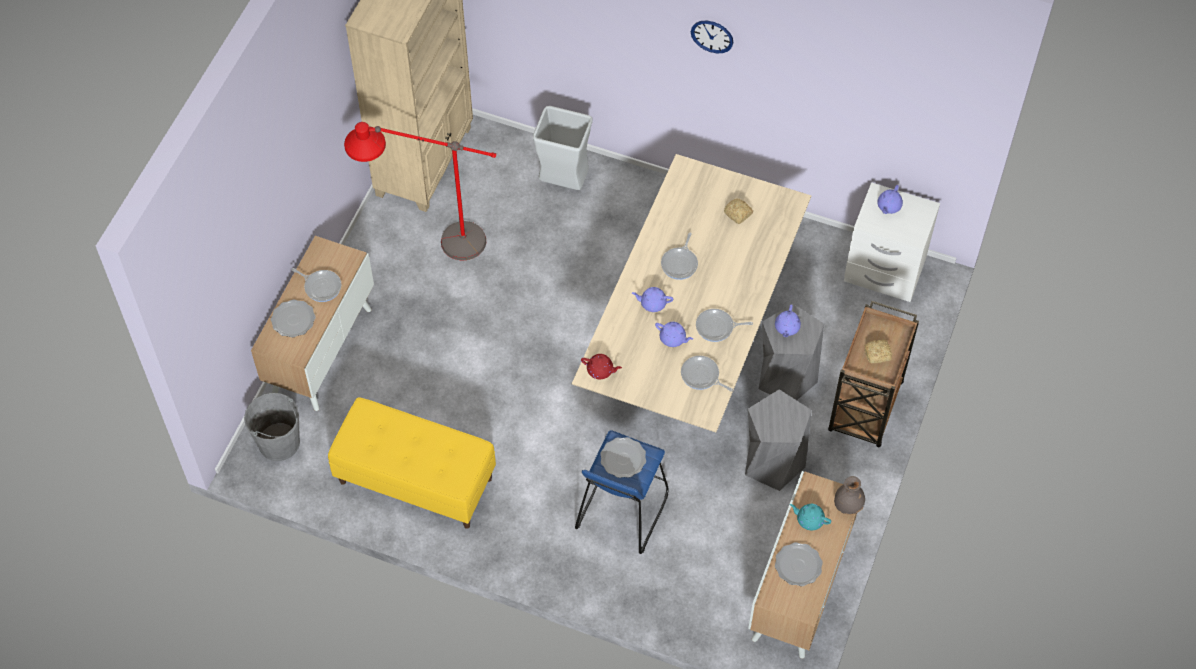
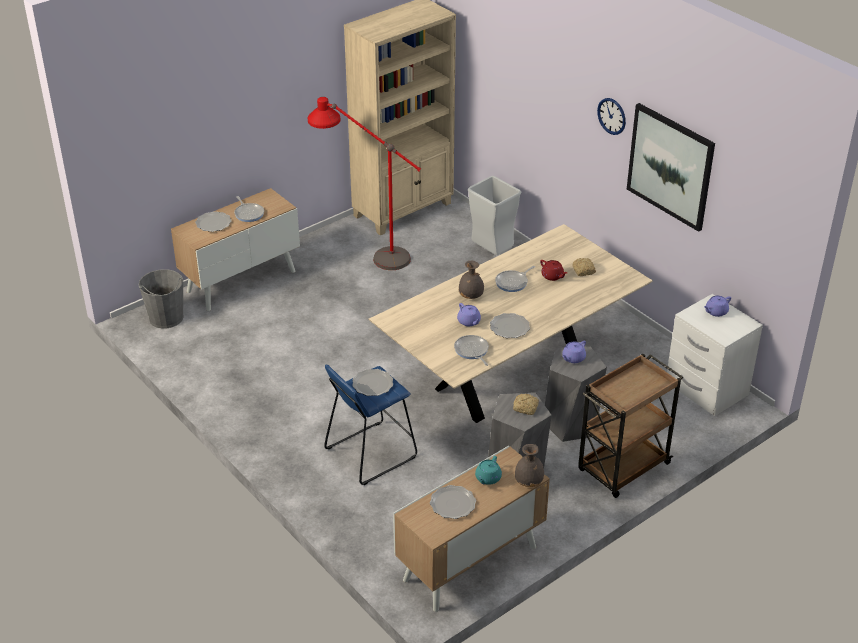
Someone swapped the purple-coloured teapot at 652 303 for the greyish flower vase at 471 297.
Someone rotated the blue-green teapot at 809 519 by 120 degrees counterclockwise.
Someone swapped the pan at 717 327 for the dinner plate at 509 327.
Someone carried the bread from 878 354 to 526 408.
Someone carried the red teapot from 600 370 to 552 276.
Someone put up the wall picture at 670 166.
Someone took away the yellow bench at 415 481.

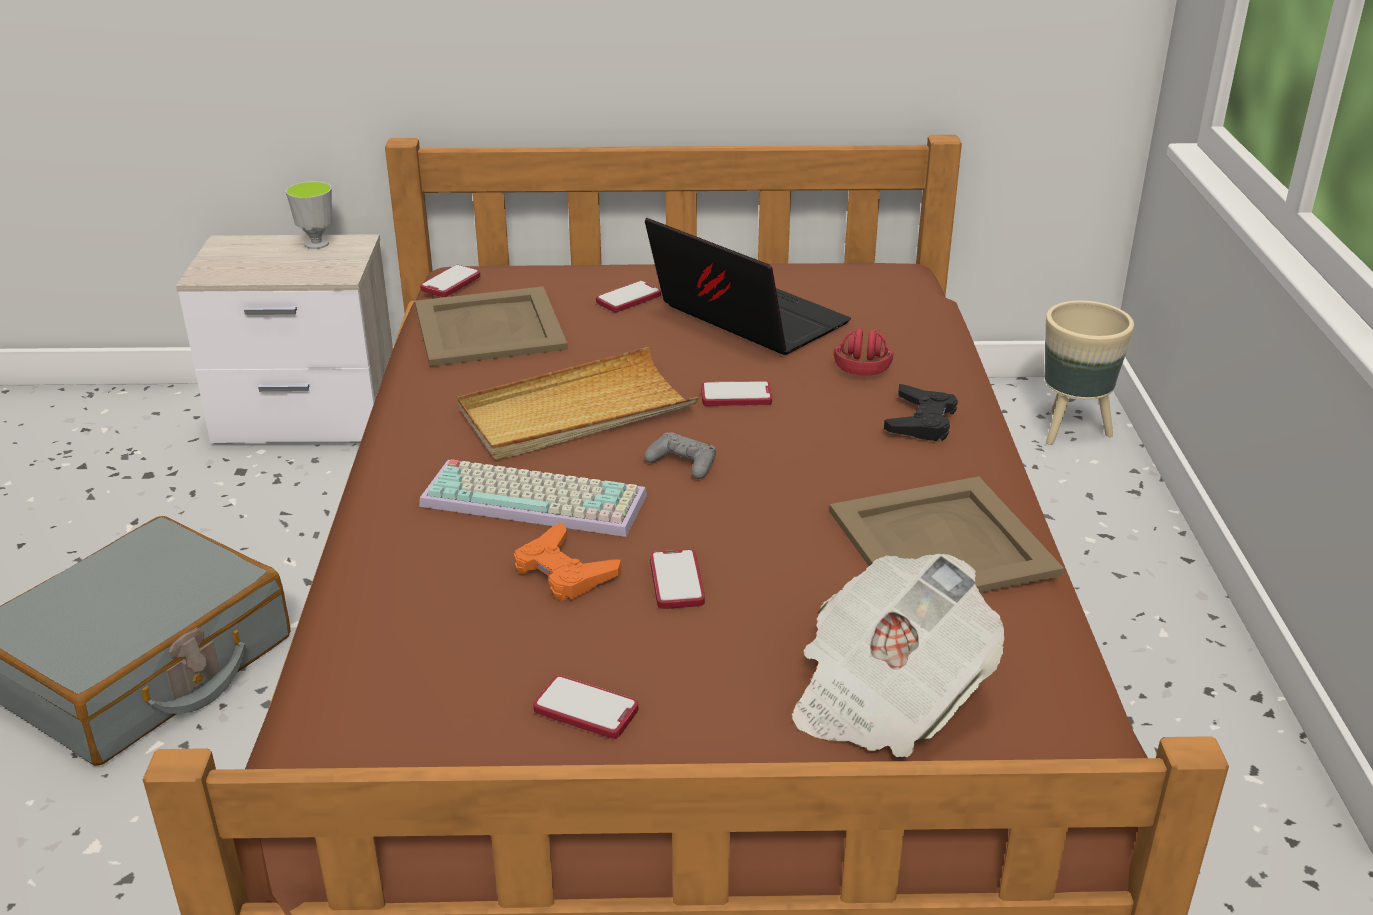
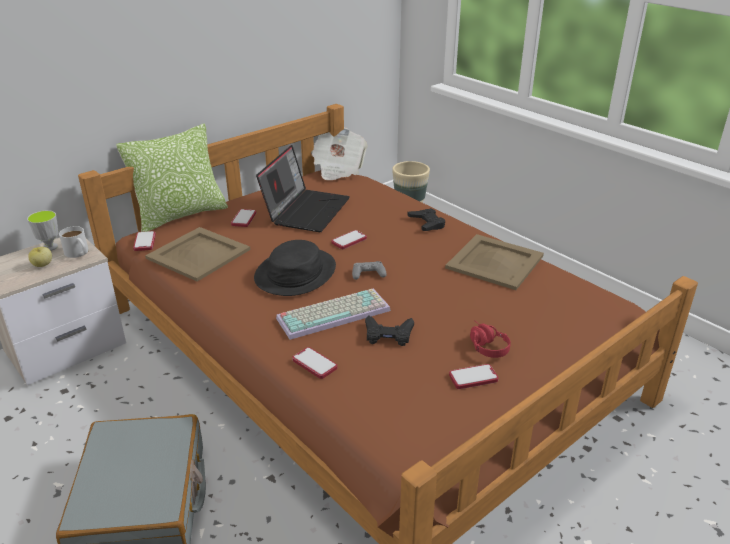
Someone put down the apple fruit at 42 265.
Someone put down the white mug at 78 253.
Someone put down the throw pillow at 181 215.
Someone swapped the beige-coloured carrying tray at 576 412 for the black-coloured hat at 295 273.
Someone rotated the laptop at 744 320 by 105 degrees clockwise.
Someone carried the handset from 676 581 to 314 364.
Someone carried the daily paper from 886 696 to 338 168.
Someone repainted the orange-coloured gamepad at 564 572, which became the black-coloured gamepad at 388 335.
Someone carried the red headphones from 863 361 to 484 345.

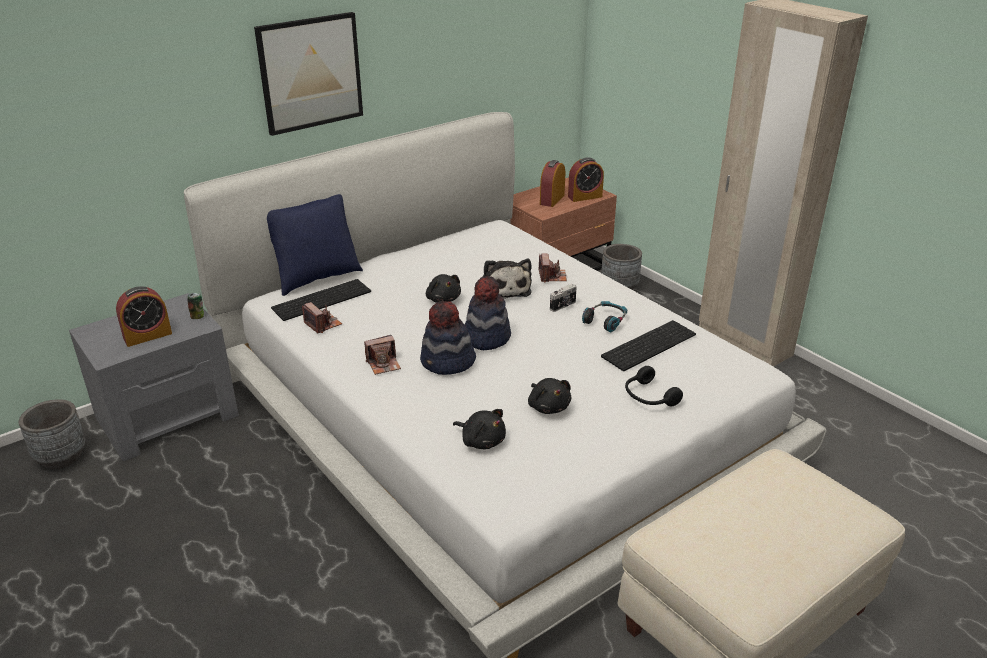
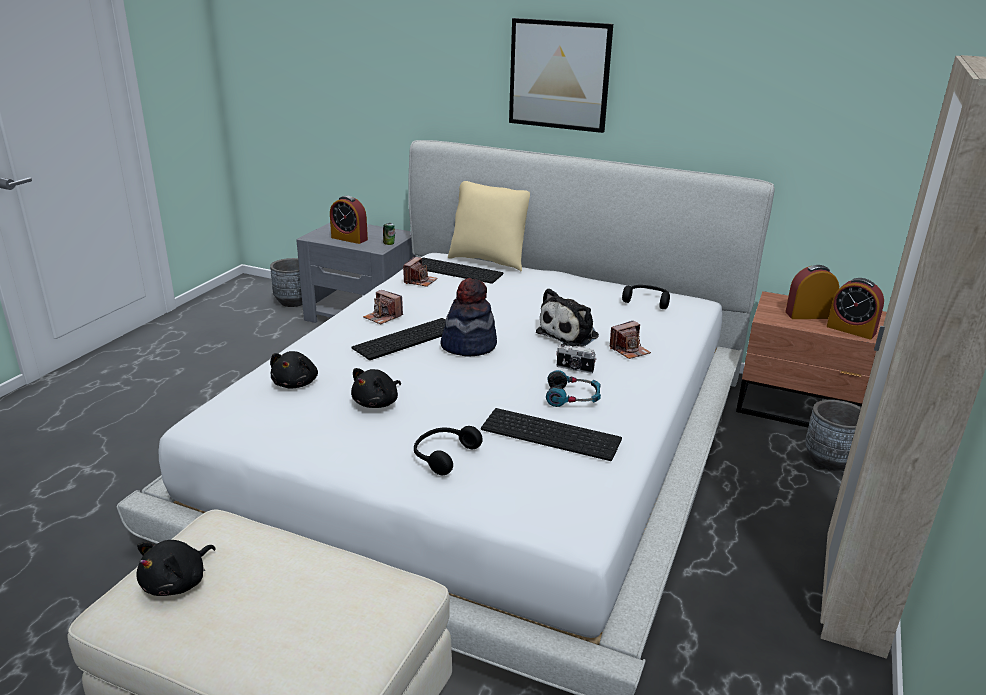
Someone carried the black-coloured plush toy from 443 299 to 178 582.
Someone swapped the hat at 447 363 for the keyboard at 407 340.
Someone repainted the bluish throw pillow at 316 278, which became the beige-coloured throw pillow at 489 261.
Someone put down the black-coloured headphones at 647 301.

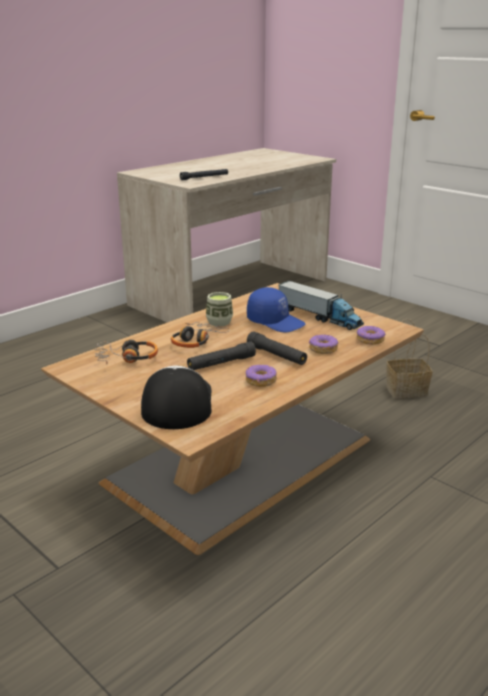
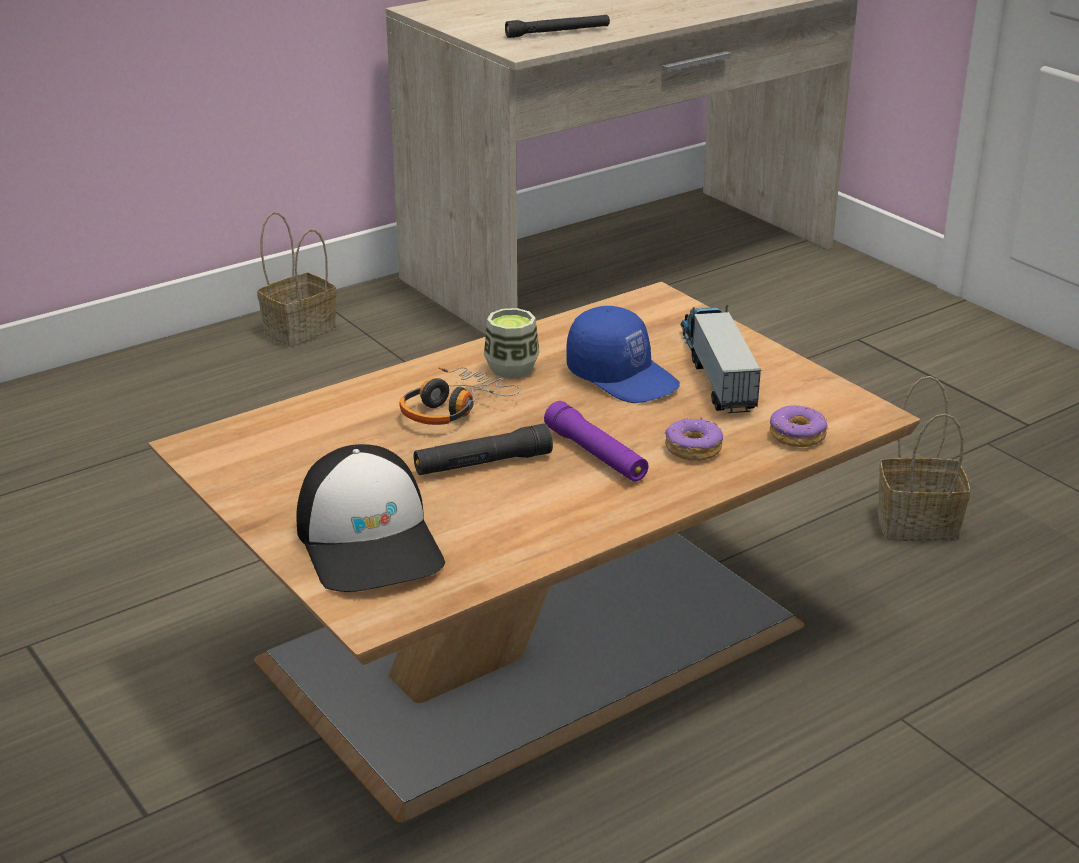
Someone put down the household basket at 299 332.
Someone rotated the peaked cap at 176 403 by 150 degrees clockwise.
Someone repainted the black-coloured torch at 276 355, which became the purple-coloured torch at 596 454.
Someone rotated the toy lorry at 319 317 by 150 degrees counterclockwise.
Someone took away the headphones at 126 358.
Someone took away the ring doughnut at 260 381.

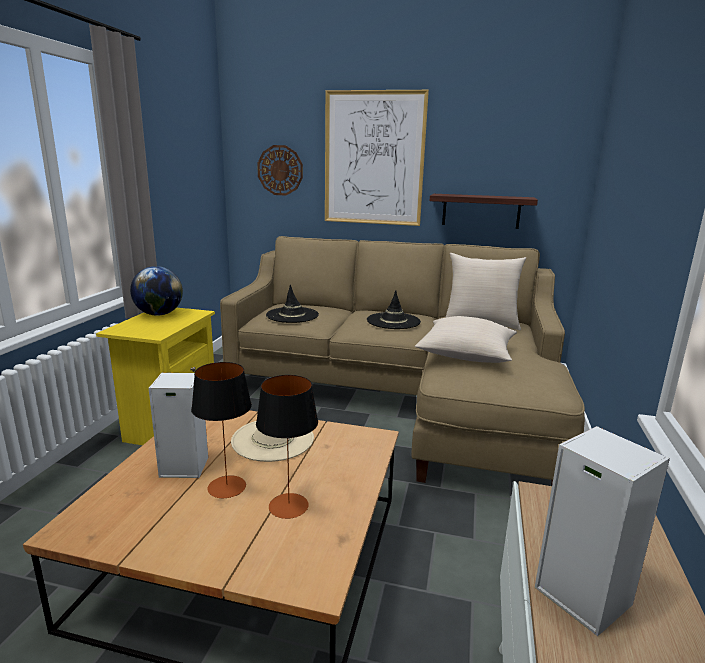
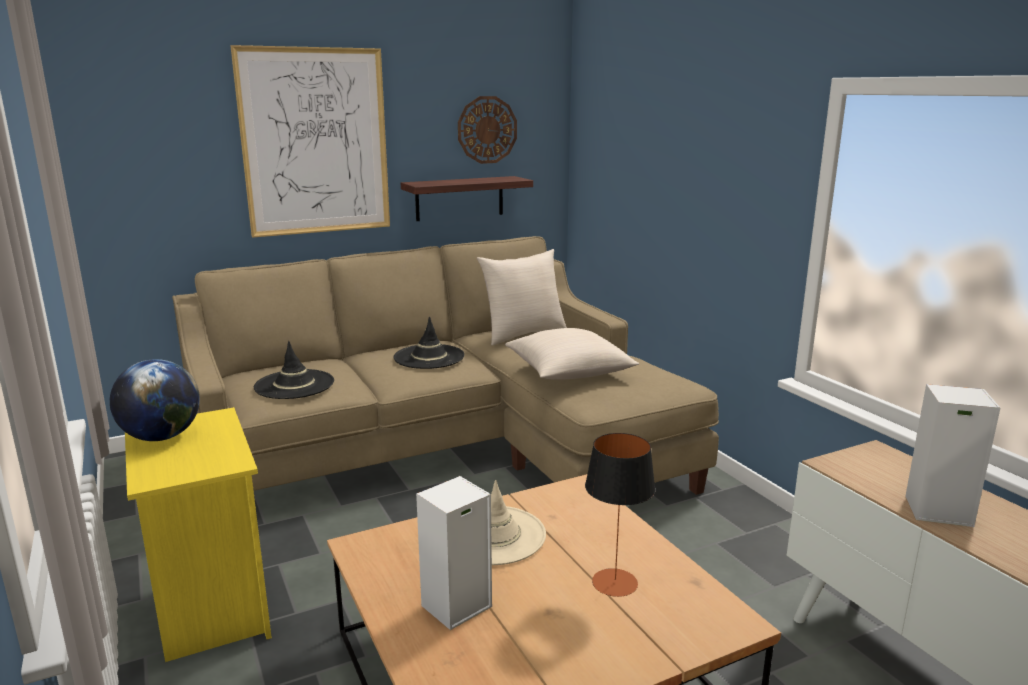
Someone carried the wall clock from 280 170 to 487 130.
Someone took away the tabletop lamp at 227 487.

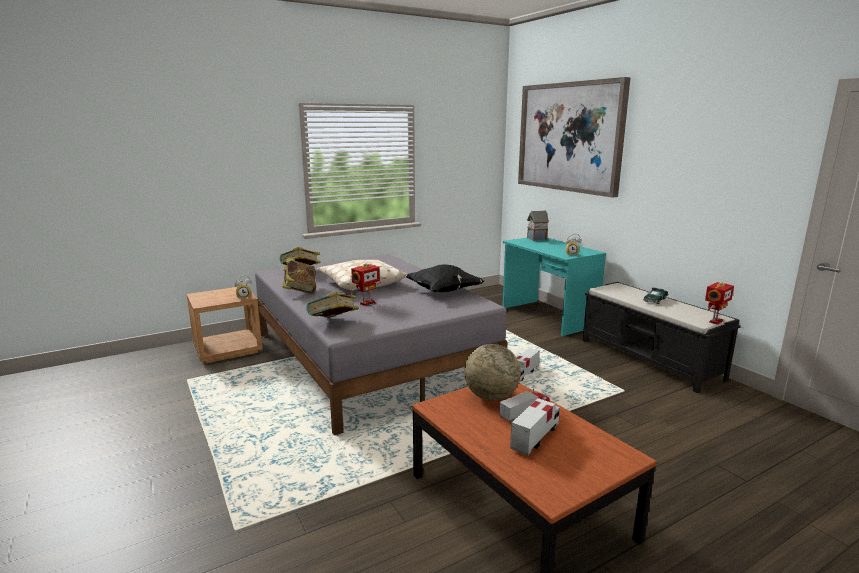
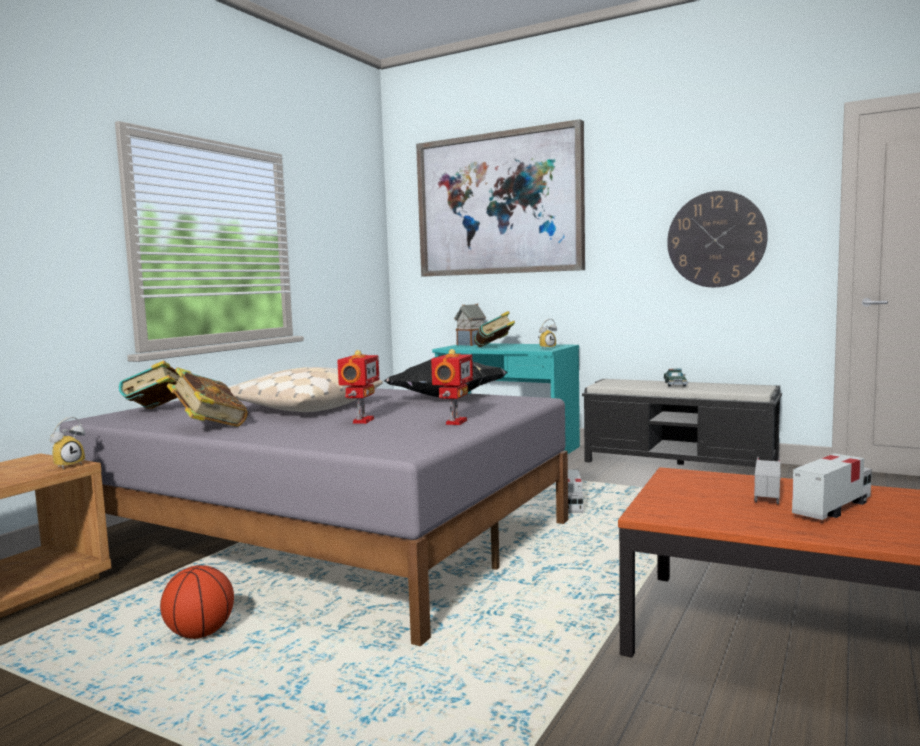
Someone put down the basketball ball at 200 634.
Someone carried the robot figure from 714 321 to 454 422.
Someone carried the volume from 333 323 to 494 347.
Someone put up the wall clock at 716 239.
Someone rotated the toy lorry at 535 437 by 45 degrees clockwise.
Someone took away the globe at 491 396.

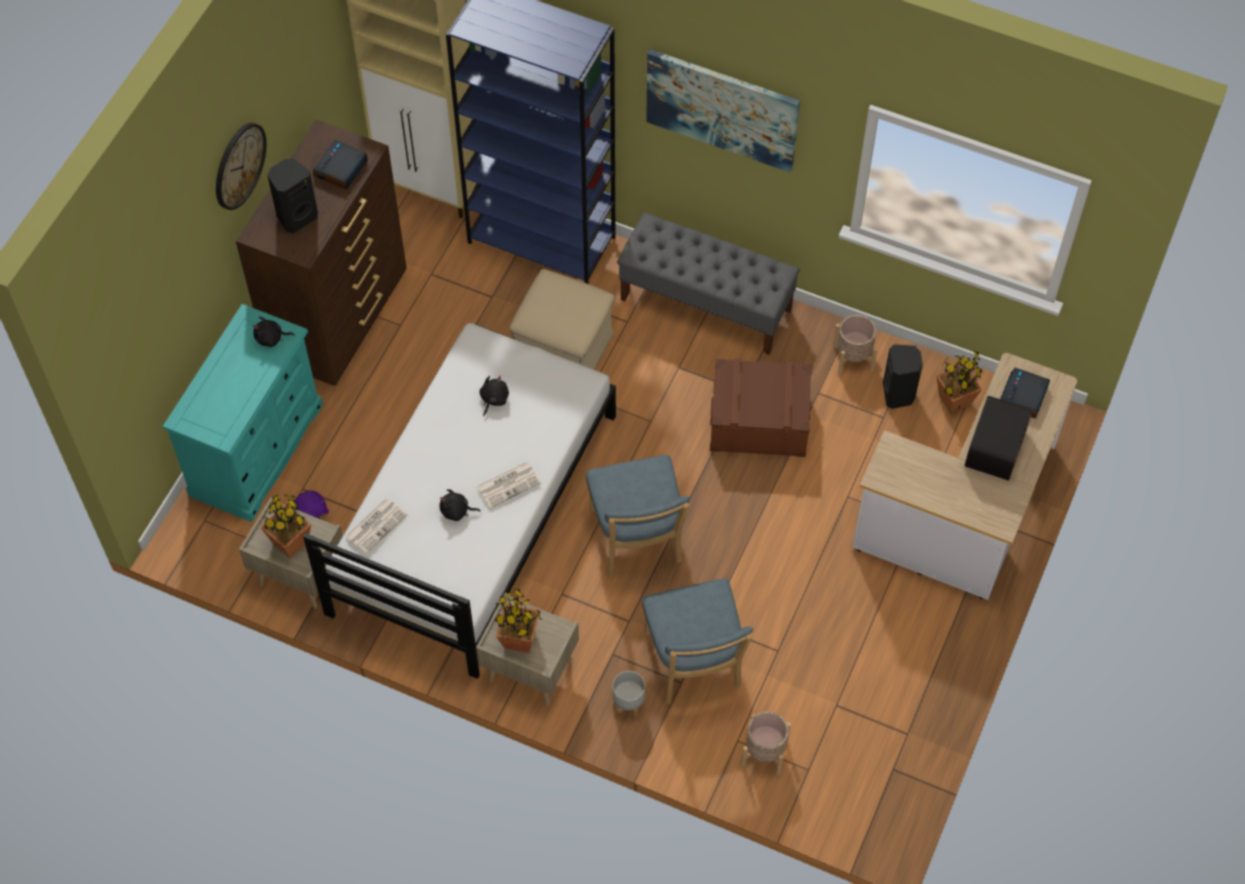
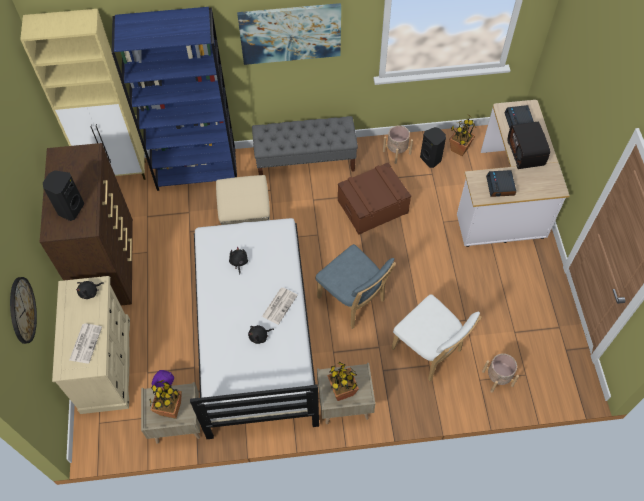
Someone carried the wall clock from 239 165 to 22 310.
Someone repainted the blue-green dresser at 257 450, which became the beige-coloured dresser at 106 364.
Someone carried the daily paper from 376 525 to 85 343.
Someone repainted the bluish chair at 694 665, which became the white chair at 429 351.
Someone carried the bedside clock from 340 169 to 500 186.
Someone took away the greyish flower pot at 629 703.

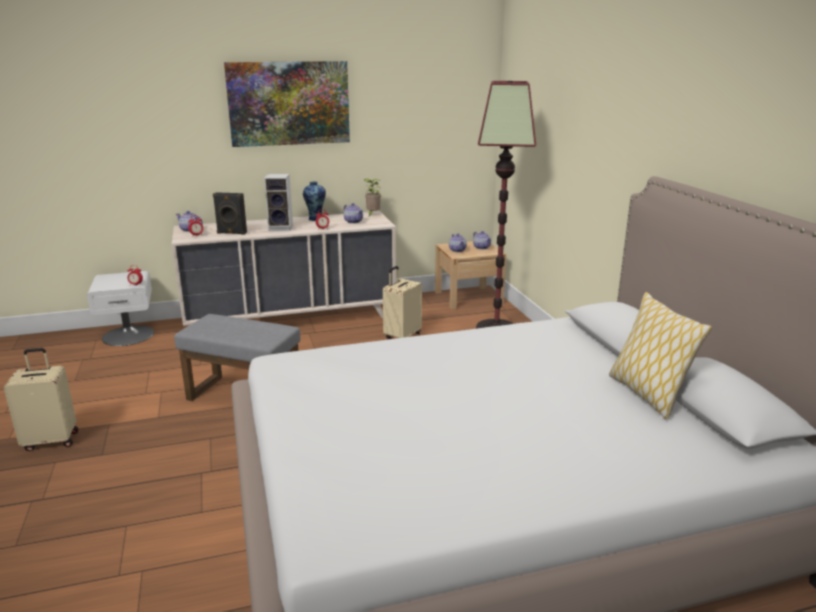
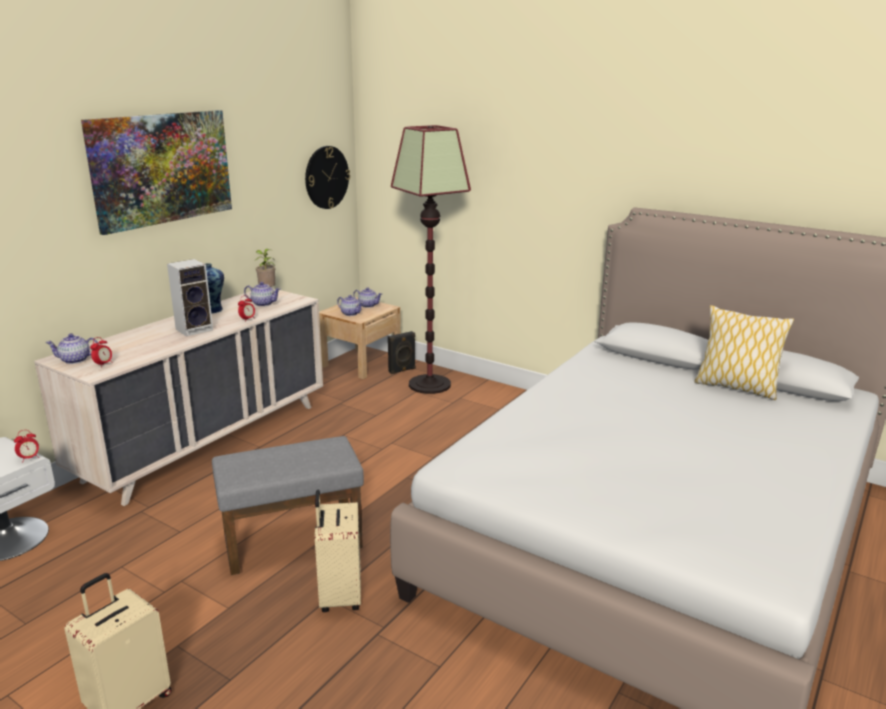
Someone put up the wall clock at 326 177.
Someone carried the beige-coloured travel case from 402 336 to 339 596.
Someone carried the black-coloured loudspeaker from 231 233 to 402 370.

